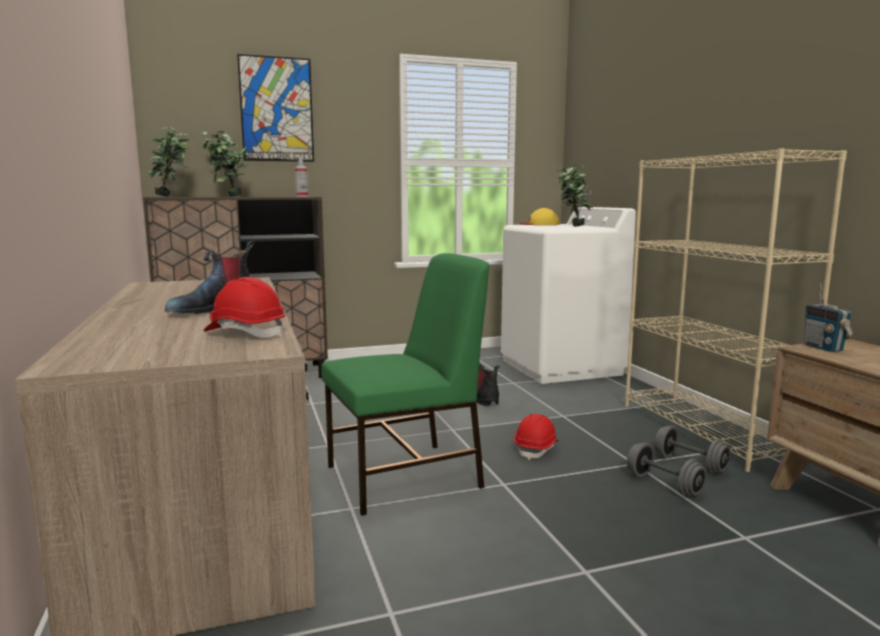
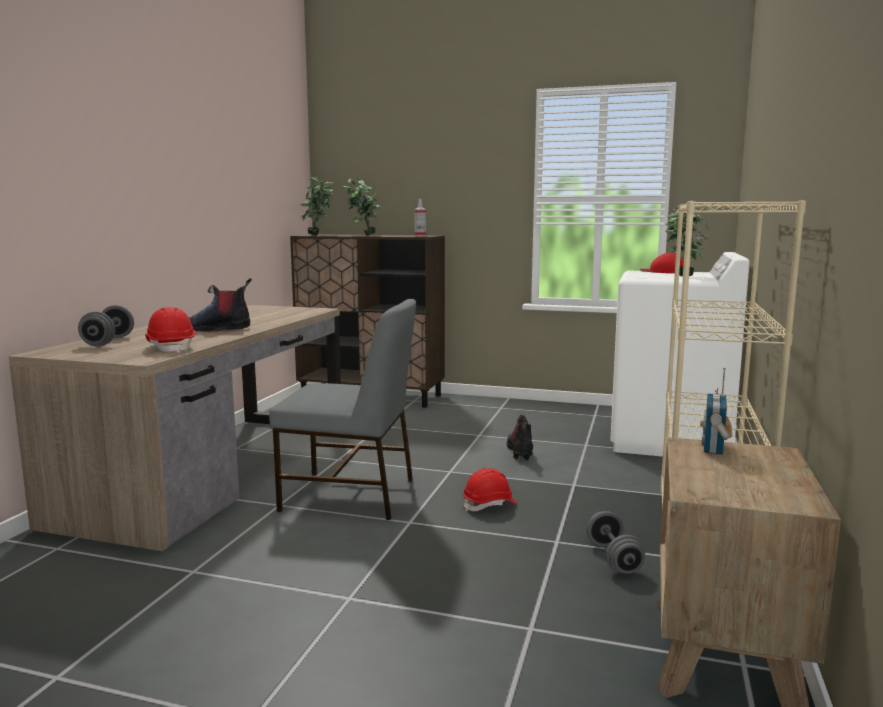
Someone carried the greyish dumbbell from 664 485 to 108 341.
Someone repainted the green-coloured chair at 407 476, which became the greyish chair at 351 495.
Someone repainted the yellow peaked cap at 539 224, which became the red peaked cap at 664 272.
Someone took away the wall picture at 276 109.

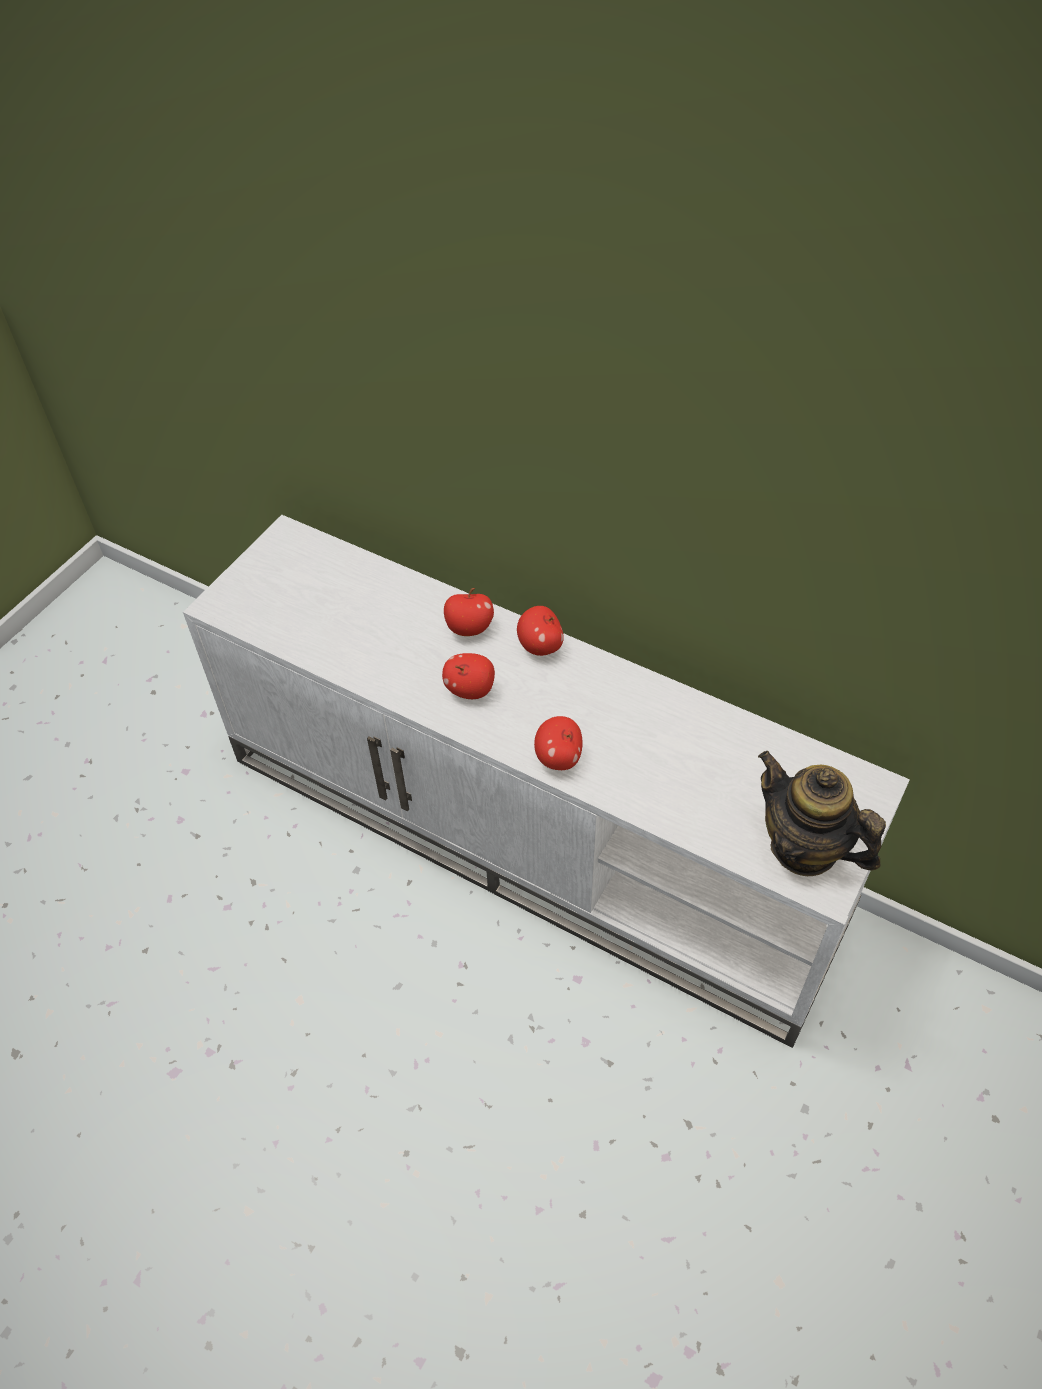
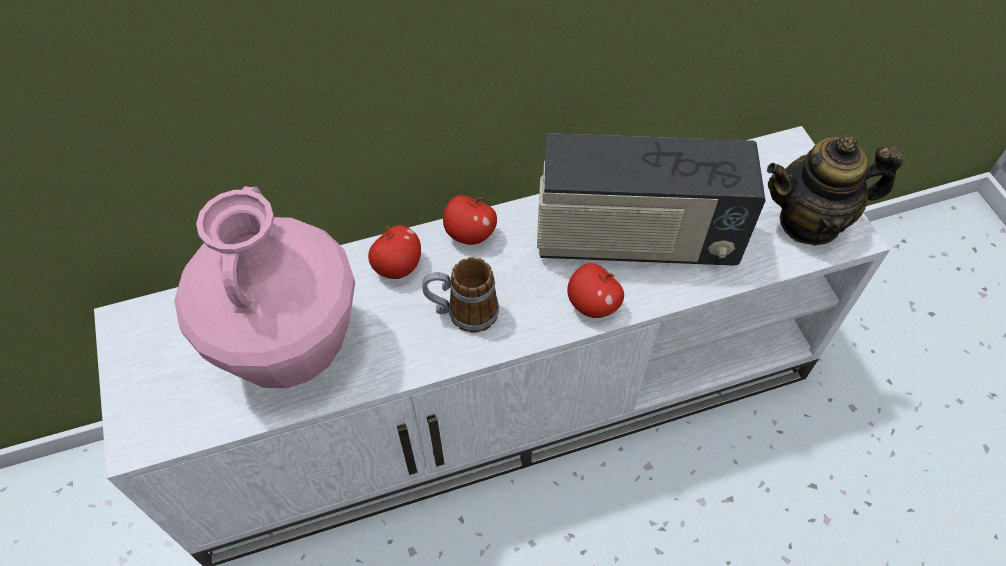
Someone put down the pink-coloured flower vase at 291 348.
Someone swapped the apple fruit at 470 690 for the mug at 462 312.
Someone put down the radio set at 635 240.

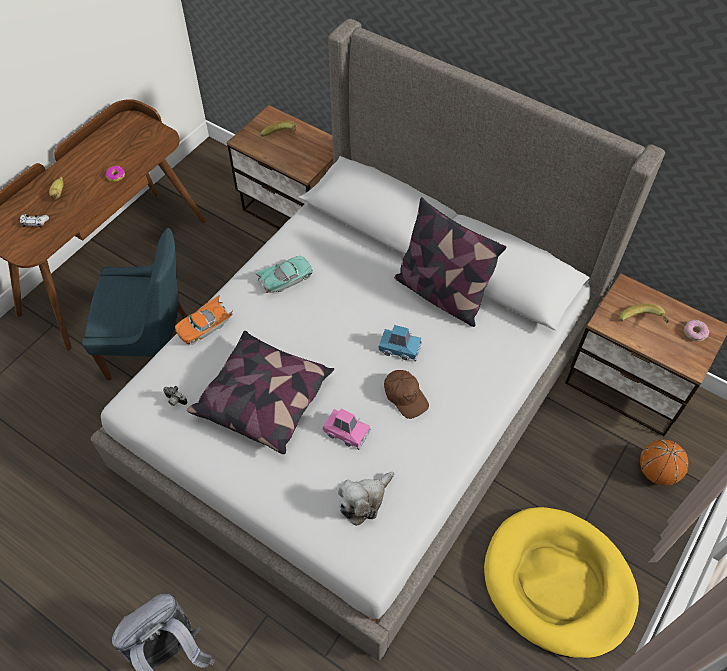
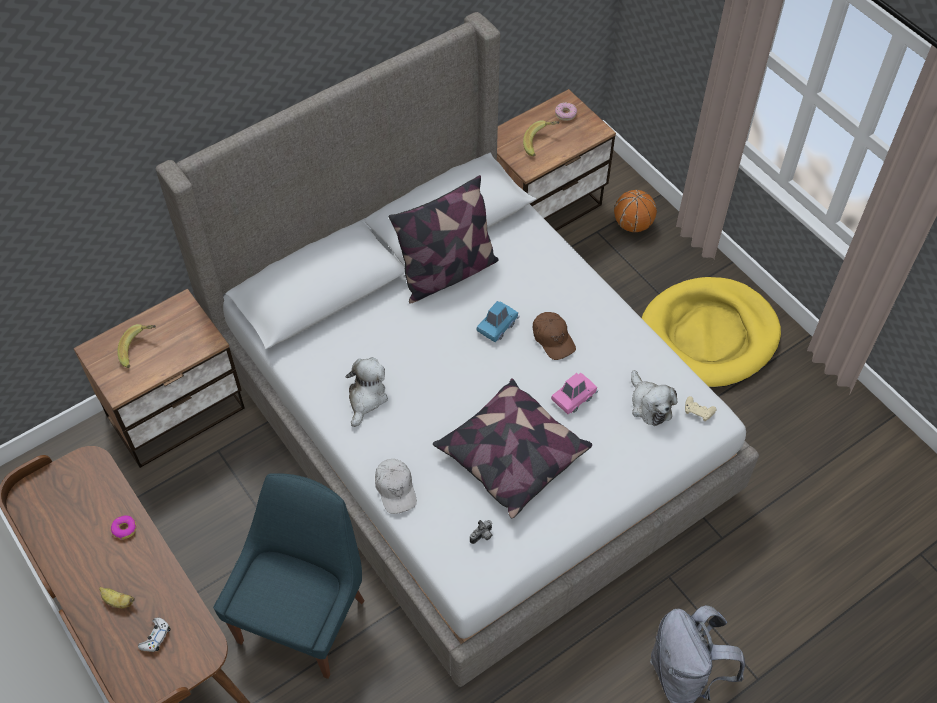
Someone swapped the blue-green toy car at 286 279 for the plush toy at 366 398.
Someone swapped the orange-coloured toy car at 205 326 for the white peaked cap at 396 489.
Someone rotated the brownish peaked cap at 405 396 by 75 degrees clockwise.
Someone put down the beige-coloured gamepad at 698 411.

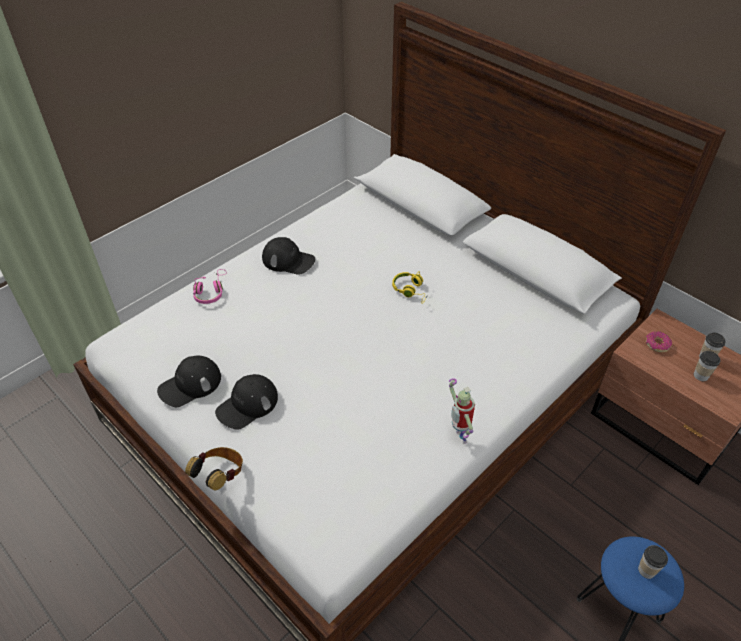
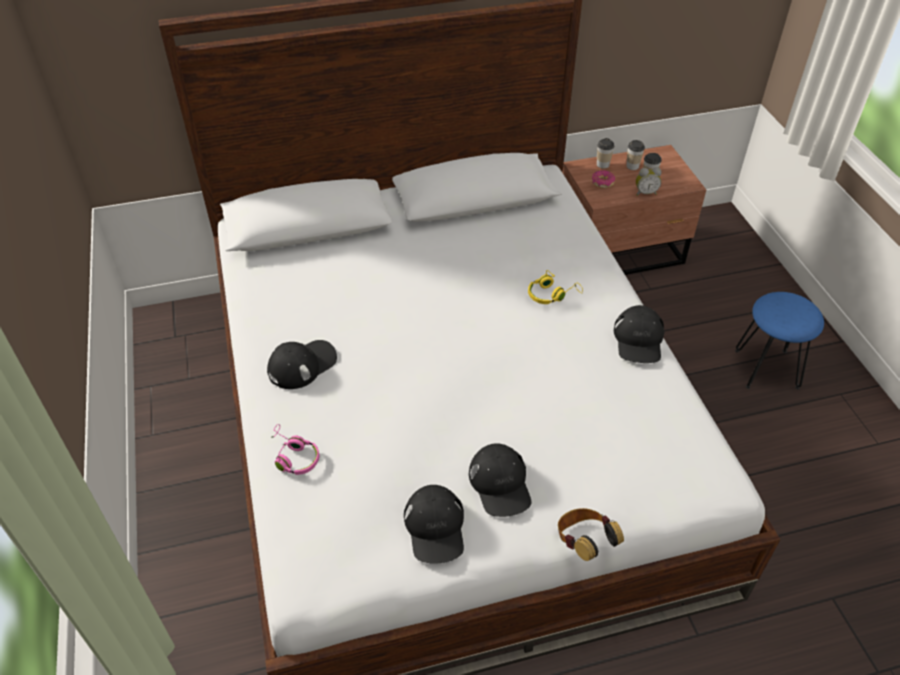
Someone carried the yellow headphones from 411 290 to 551 294.
Someone carried the cup from 646 570 to 602 164.
Someone swapped the robot figure at 458 437 for the black-coloured peaked cap at 638 340.
Someone put down the bedside clock at 645 193.

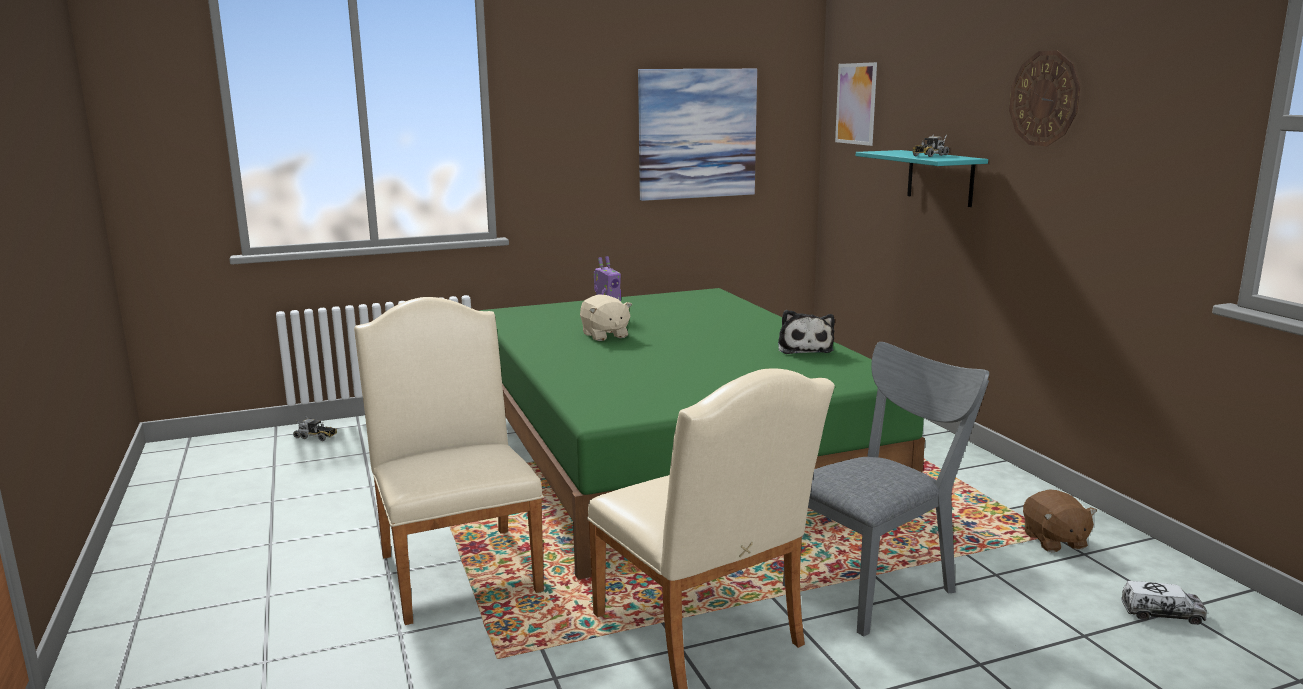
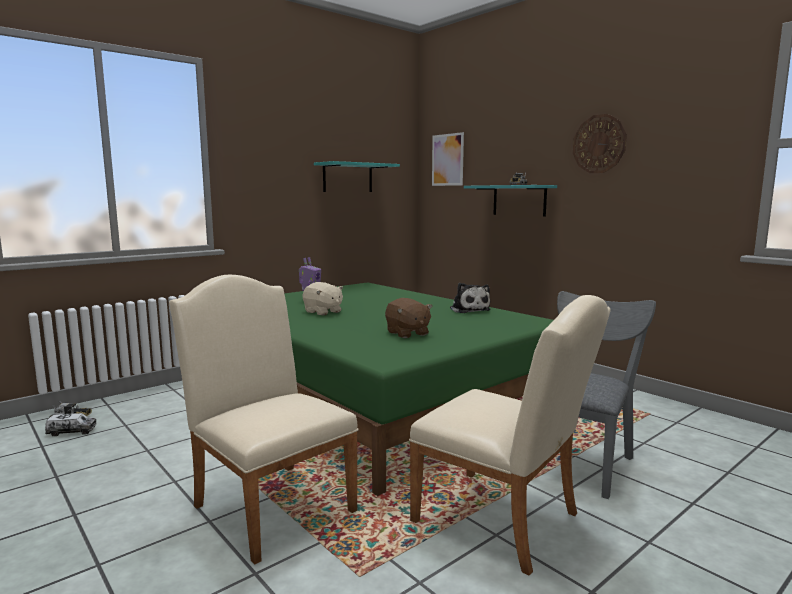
Someone carried the toy lorry from 1161 613 to 72 431.
Someone swapped the wall picture at 697 134 for the blue-green shelf at 347 178.
Someone carried the brownish plush toy from 1054 541 to 407 333.

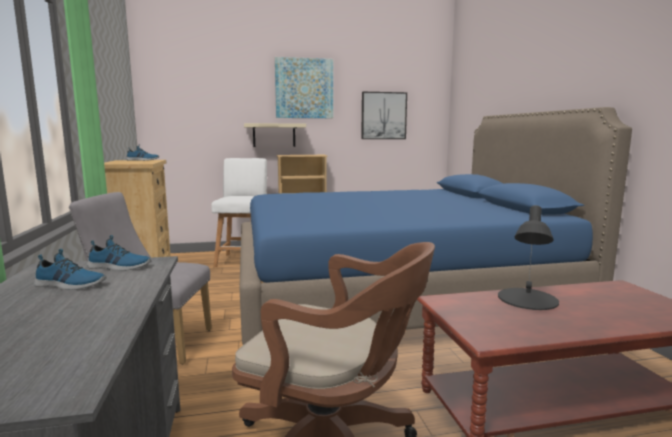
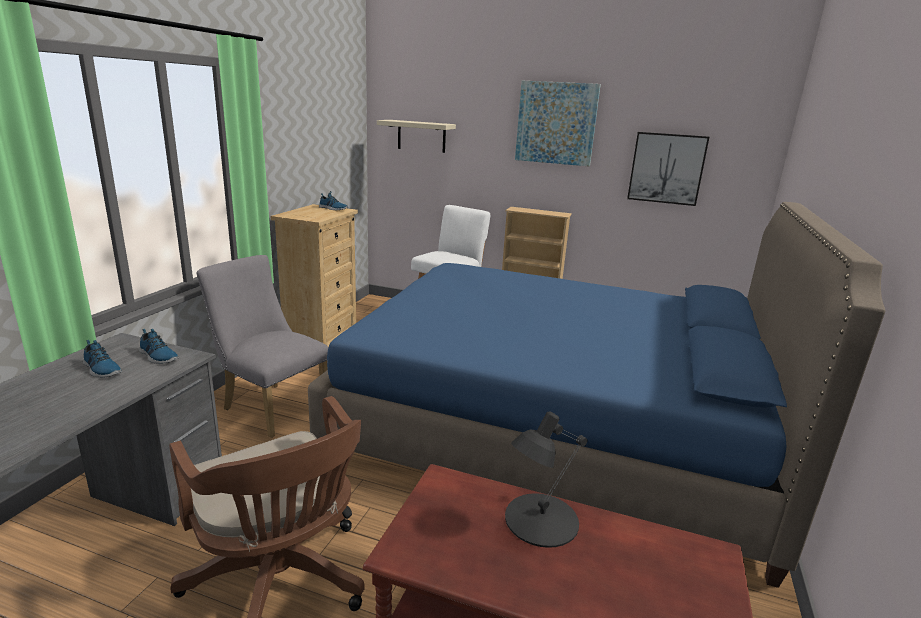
Someone carried the beige-coloured shelf from 274 135 to 421 136.

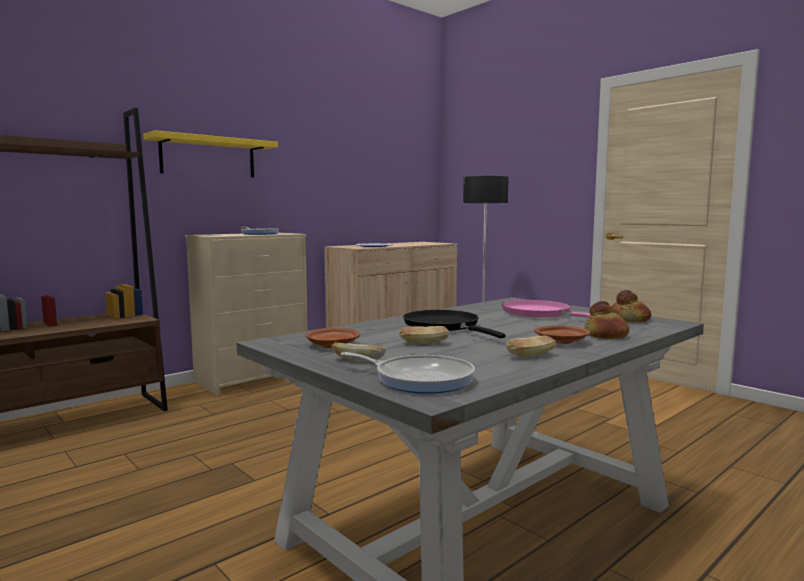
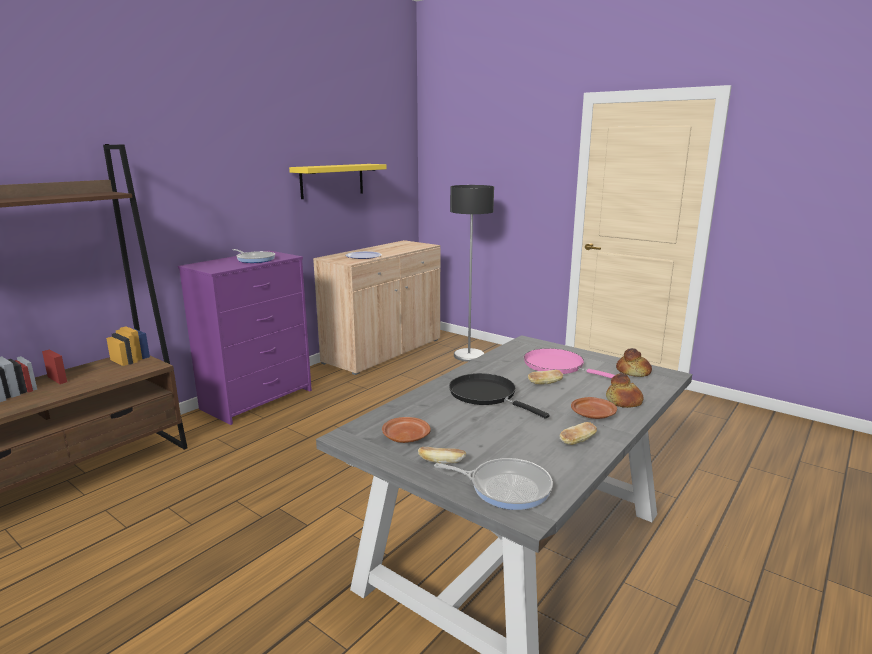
Someone repainted the beige-coloured dresser at 253 378, which became the purple-coloured dresser at 258 399.
Someone carried the yellow shelf from 208 157 to 332 180.
Someone carried the bread from 424 343 to 545 383.

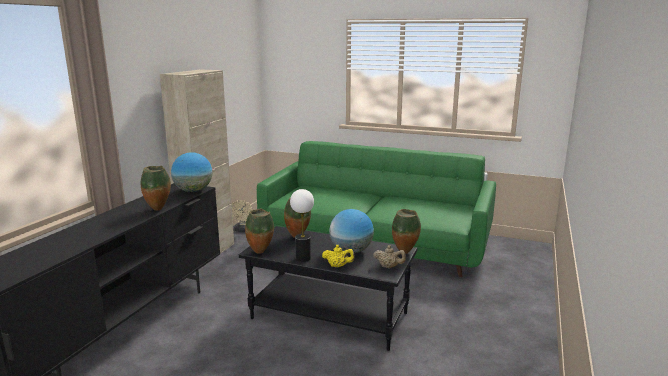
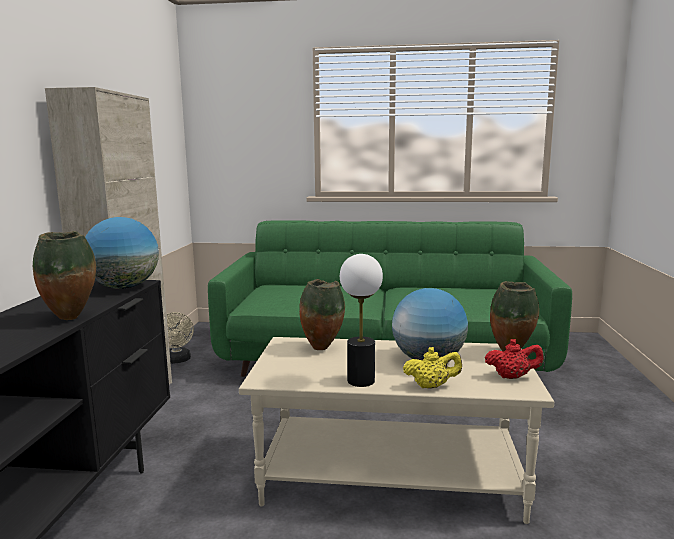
Someone repainted the black-coloured lounge table at 330 315, which became the beige-coloured lounge table at 392 476.
Someone repainted the beige-coloured teapot at 389 267, which became the red teapot at 512 377.
Someone took away the flower vase at 261 252.

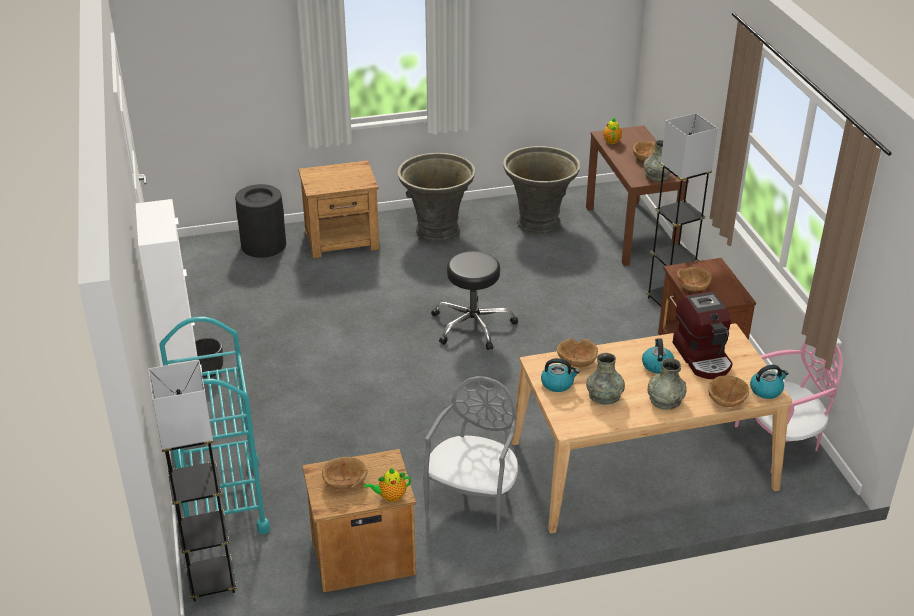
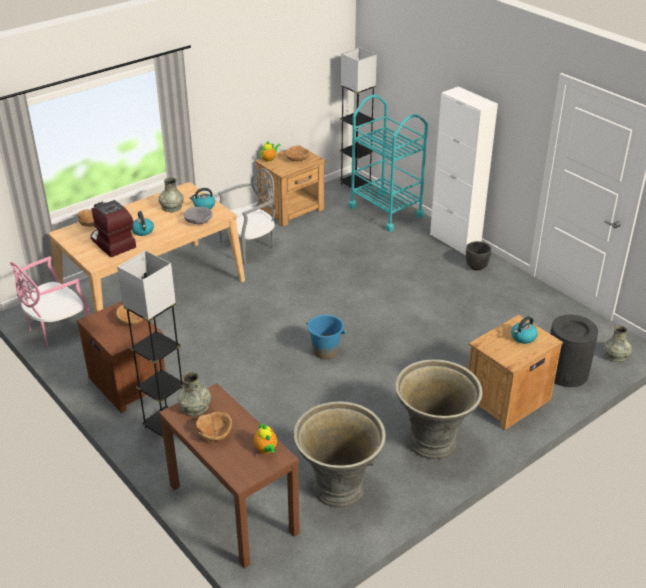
Someone repainted the brownish serving bowl at 577 361, which became the greyish serving bowl at 198 221.
Someone rotated the greyish chair at 473 498 by 120 degrees counterclockwise.
Someone swapped the black-coloured sitting stool at 472 325 for the bluish bucket at 325 351.
Someone carried the kettle from 766 390 to 523 337.
Someone carried the greyish flower vase from 665 399 to 616 356.

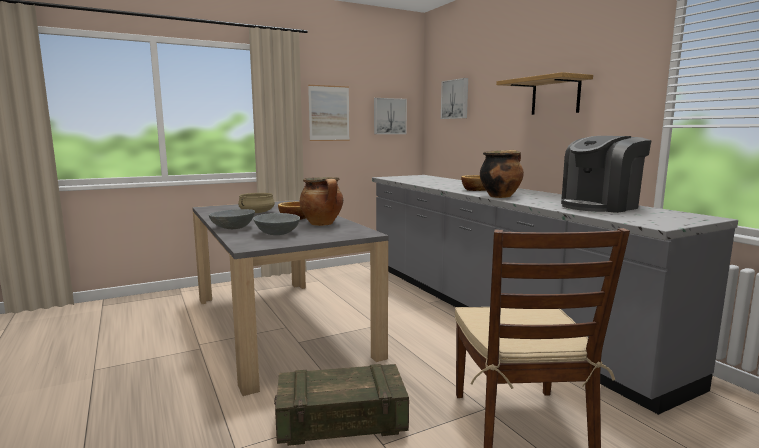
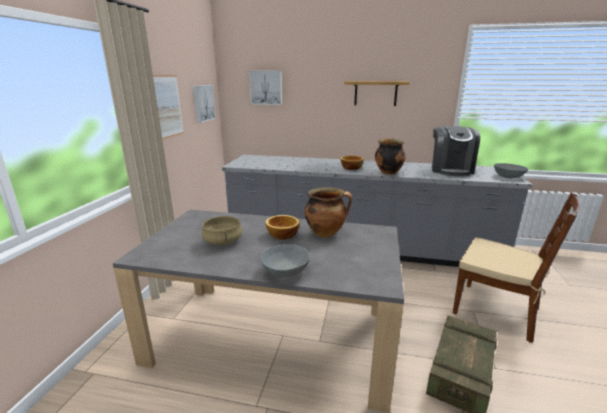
Someone carried the greyish serving bowl from 277 233 to 508 177.

